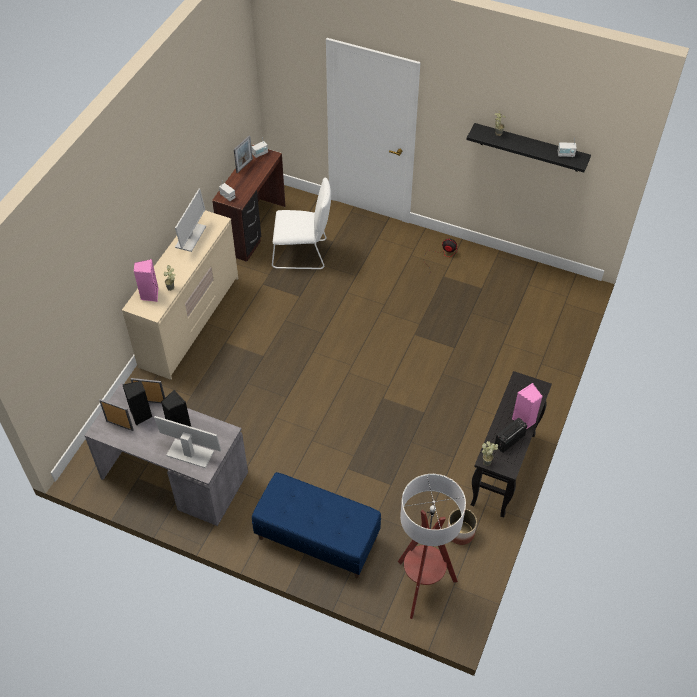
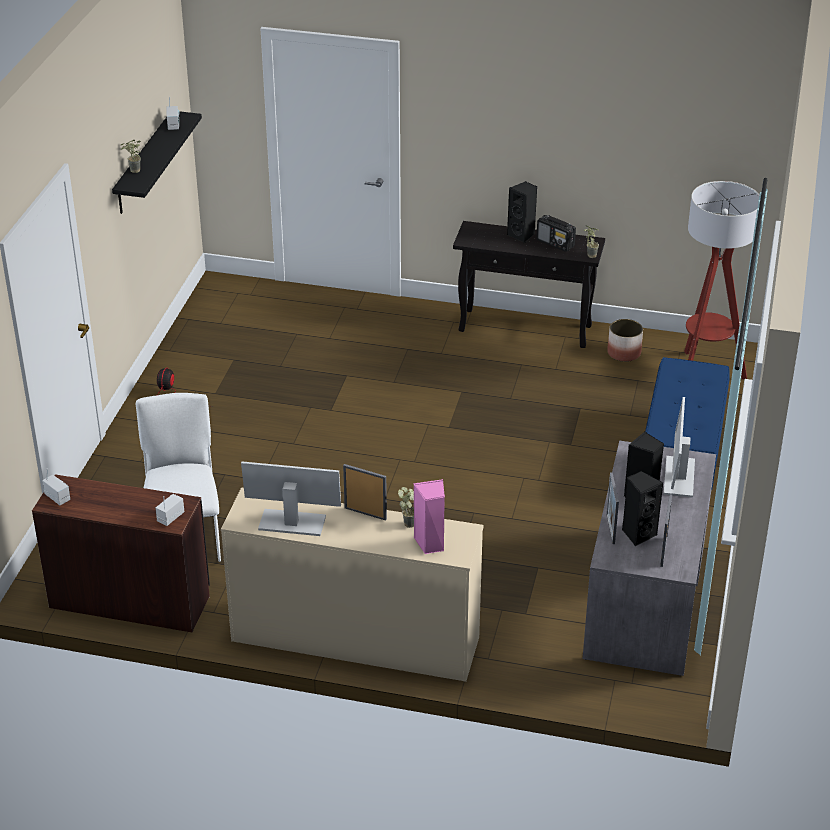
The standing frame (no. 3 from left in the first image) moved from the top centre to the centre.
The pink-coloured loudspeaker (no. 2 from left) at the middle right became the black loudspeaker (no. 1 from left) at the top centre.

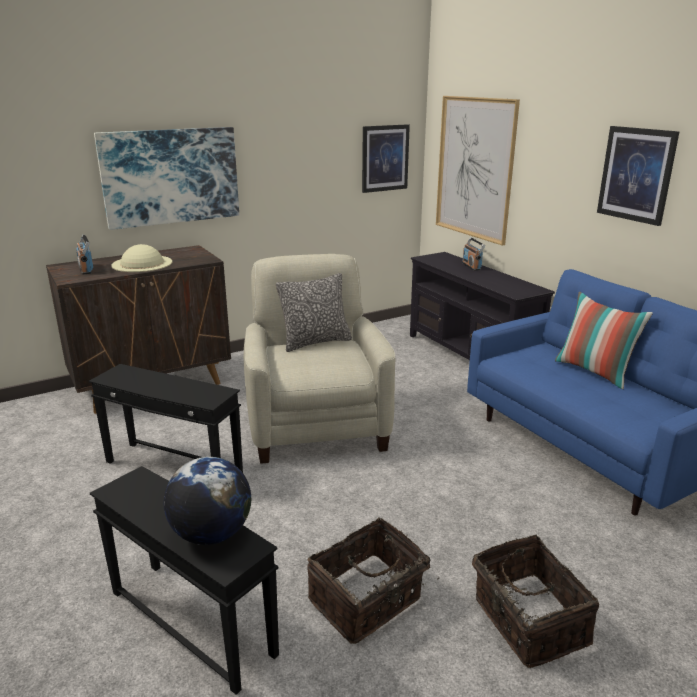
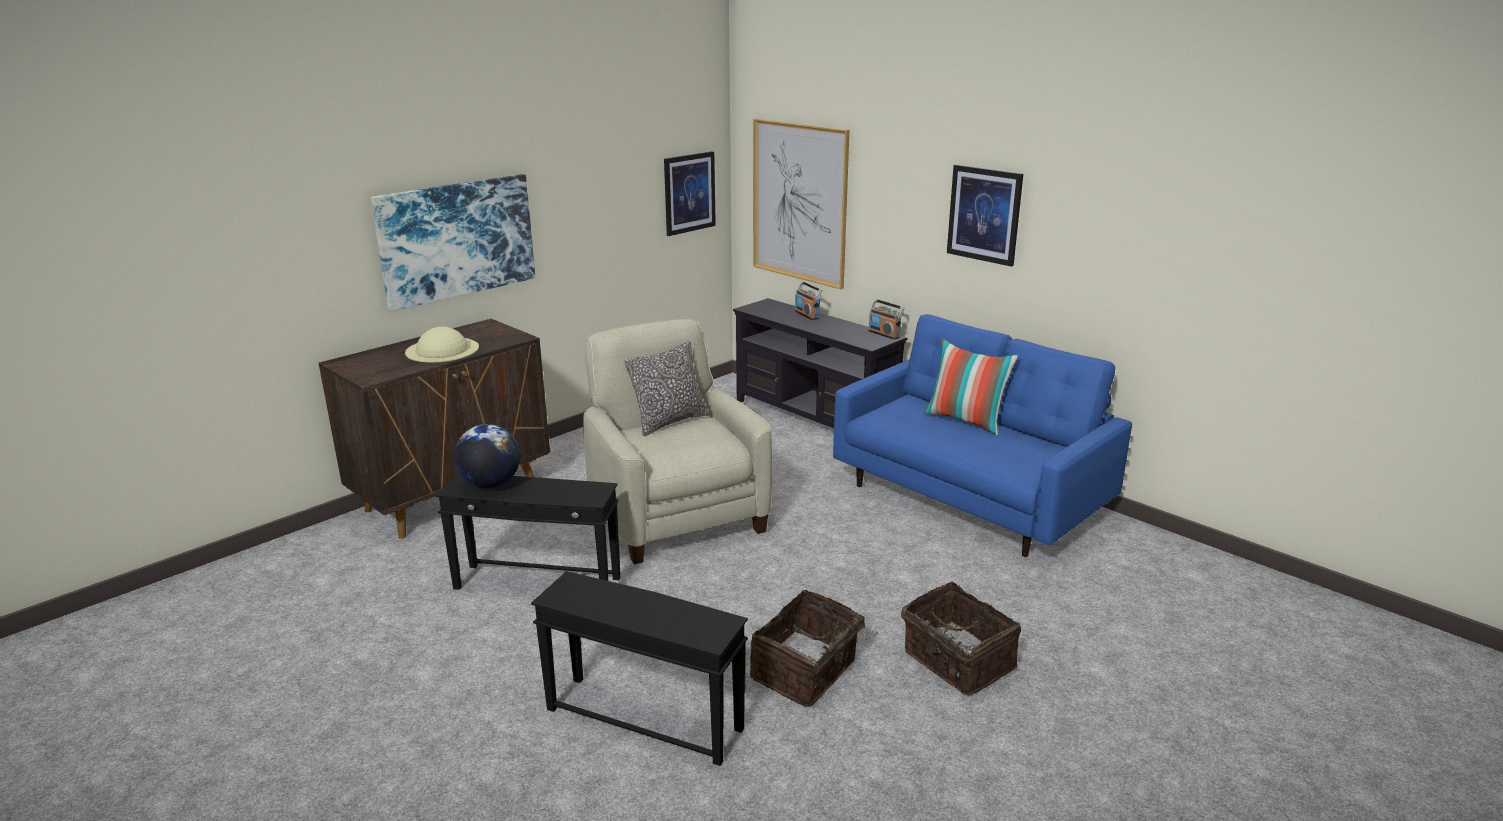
The desk globe moved from the bottom left to the middle left.
The radio (no. 1 from left in the first image) moved from the middle left to the centre.

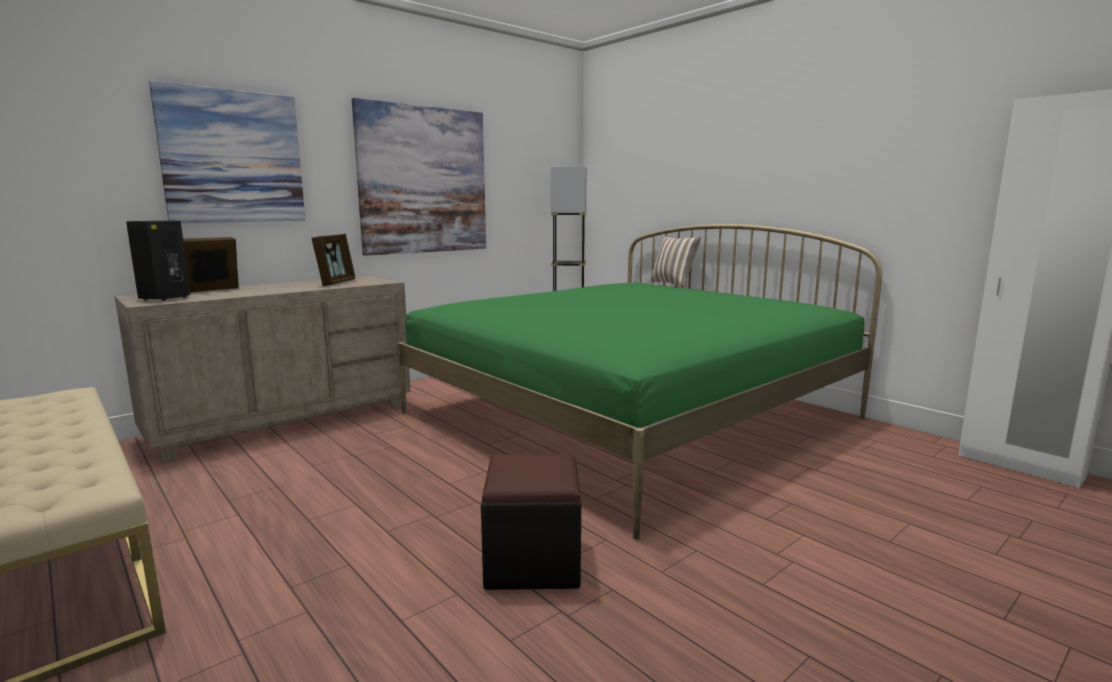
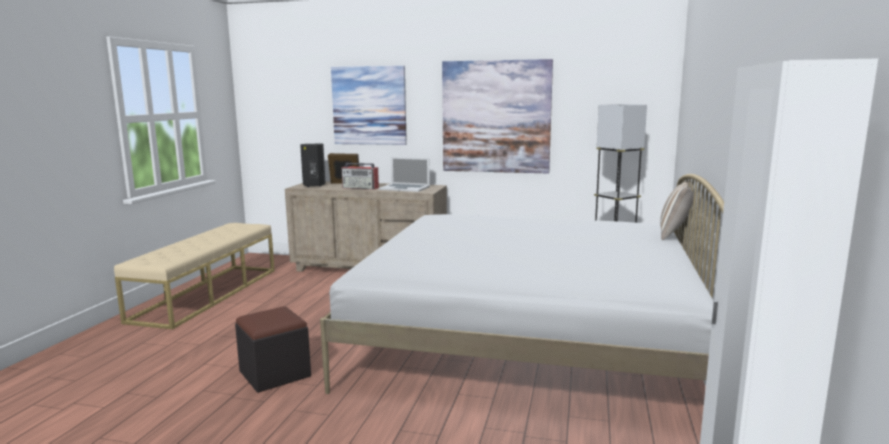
The green bed at the centre became the whitish bed at the centre.
The radio at the centre appeared.
The standing frame (no. 2 from left) at the middle left was replaced by the laptop at the centre.

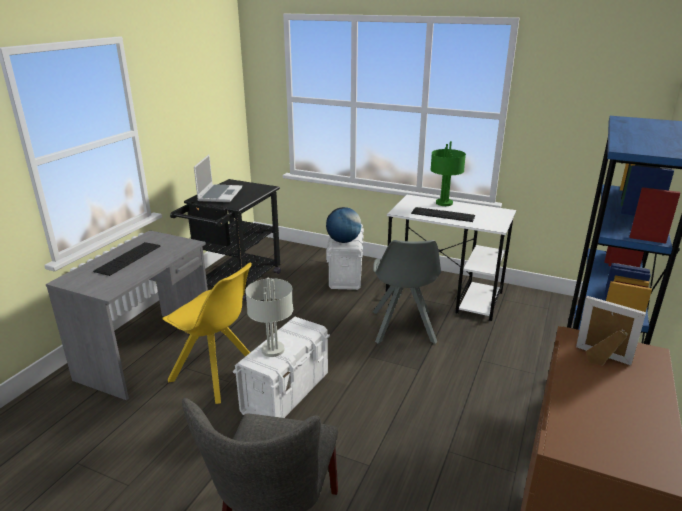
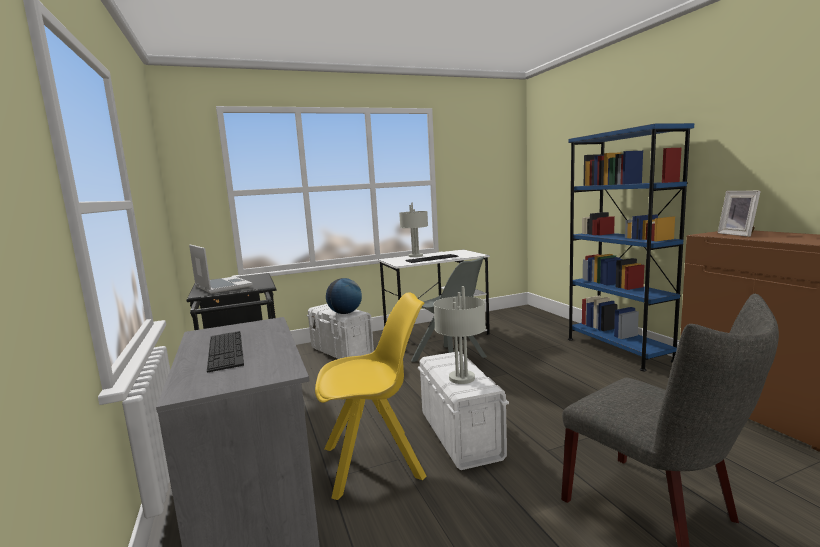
The green tabletop lamp at the centre became the gray tabletop lamp (no. 1 from left) at the centre.
The standing frame at the middle right turned 90 degrees counterclockwise.

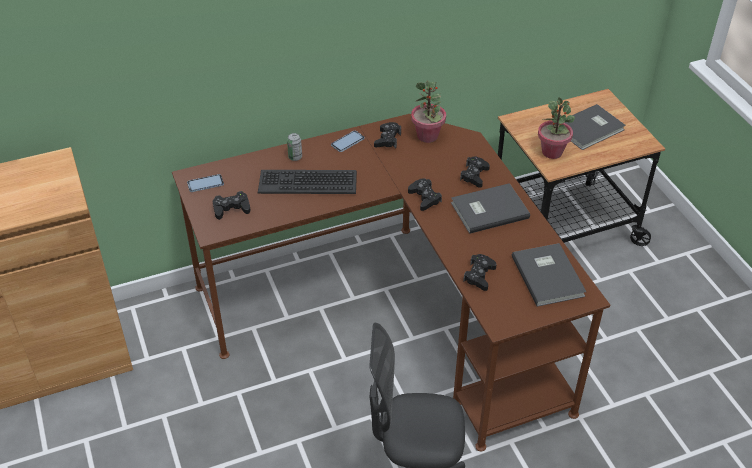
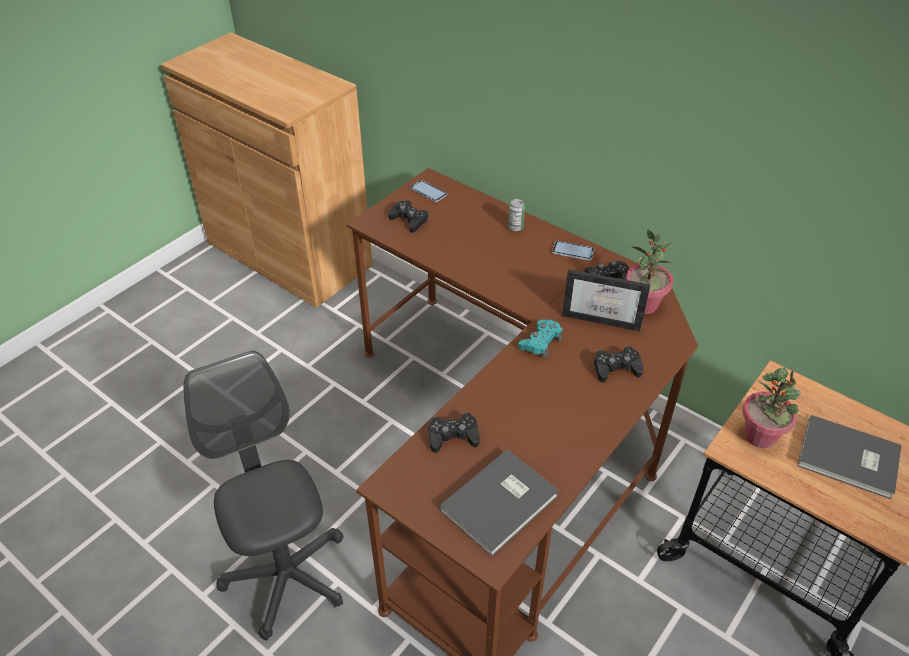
The black joypad (no. 3 from left) at the centre became the turquoise-coloured joypad at the centre.
The standing frame at the middle right appeared.
The PC keyboard at the centre disappeared.
The gray bound book (no. 1 from left) at the centre disappeared.

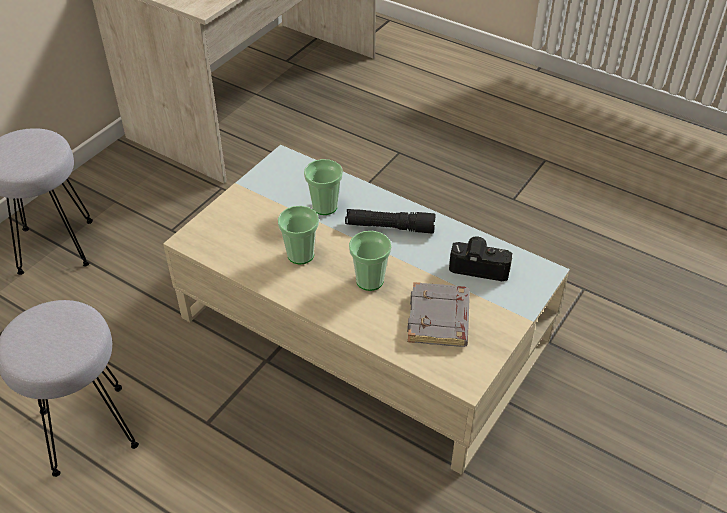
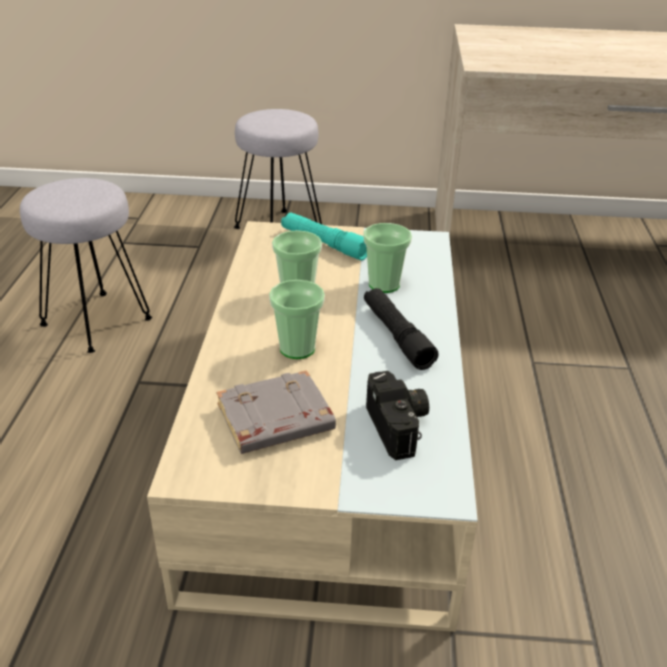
The turquoise-coloured torch at the centre appeared.

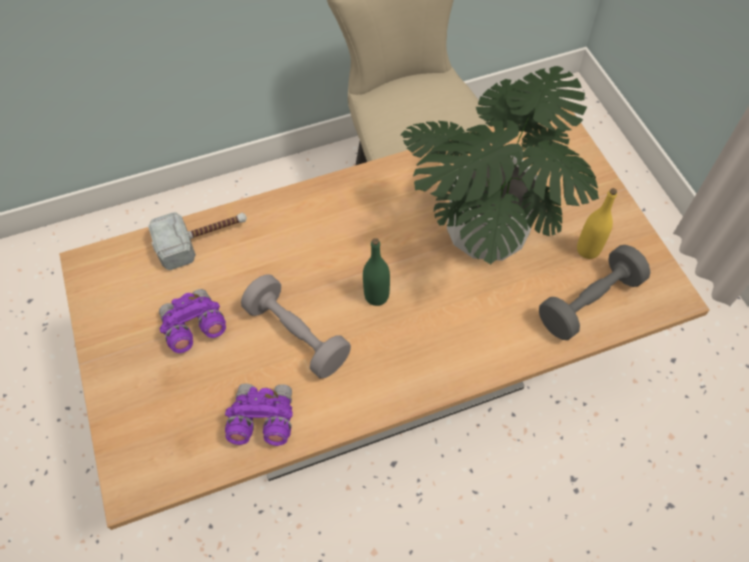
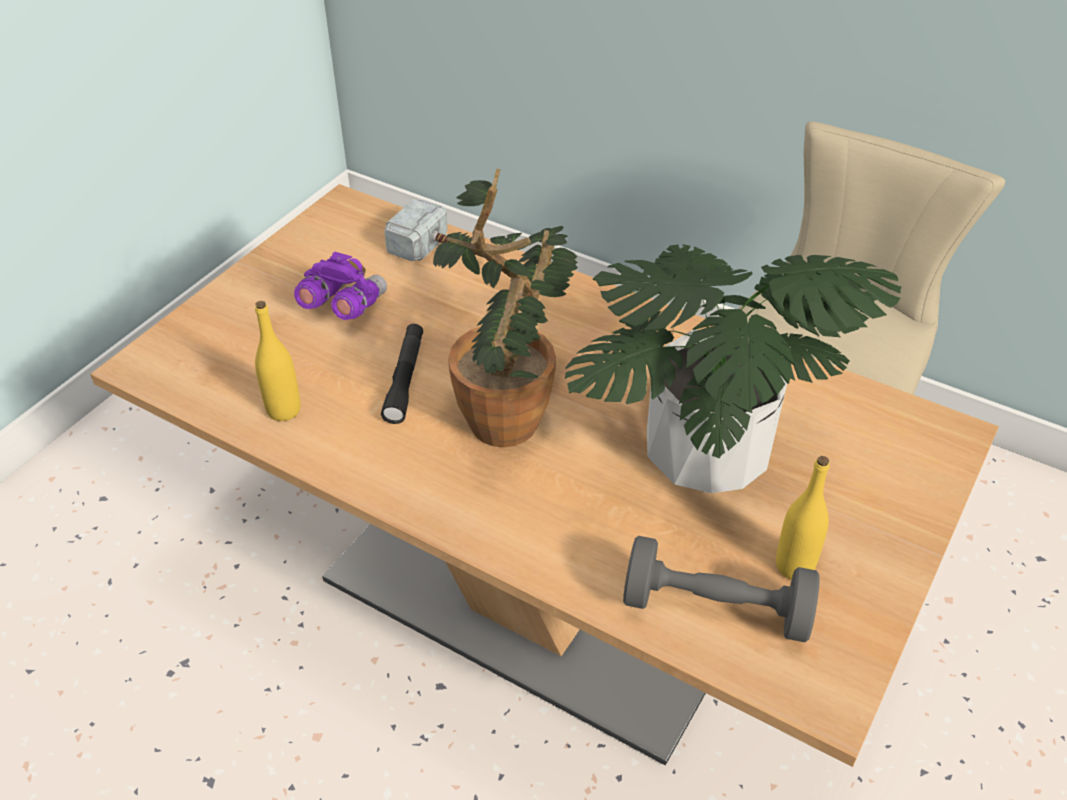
The purple binoculars (no. 2 from left) at the bottom centre was replaced by the yellow drink bottle (no. 1 from left) at the middle left.
The gray free weight (no. 1 from left) at the centre was replaced by the black torch at the centre.
The green drink bottle at the centre was replaced by the potted plant (no. 1 from left) at the centre.

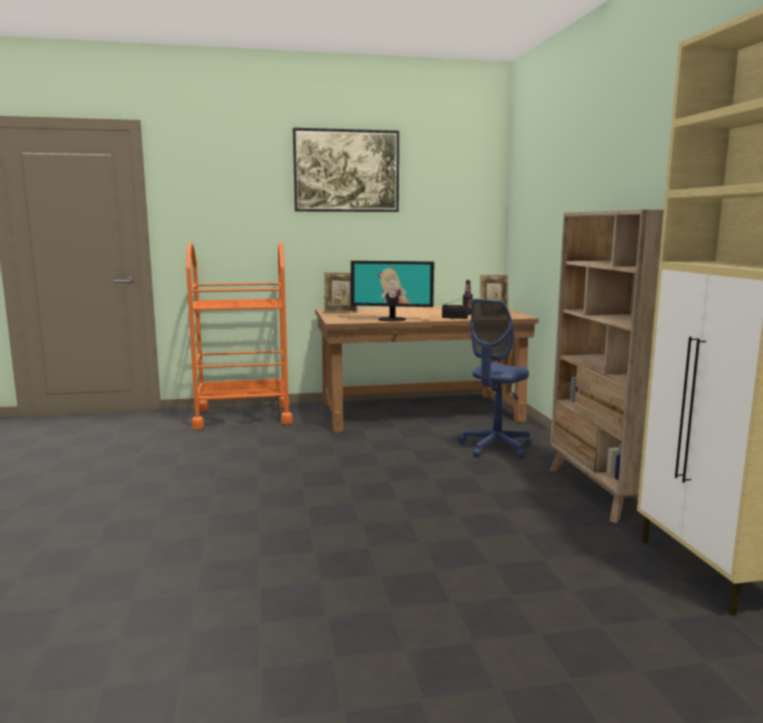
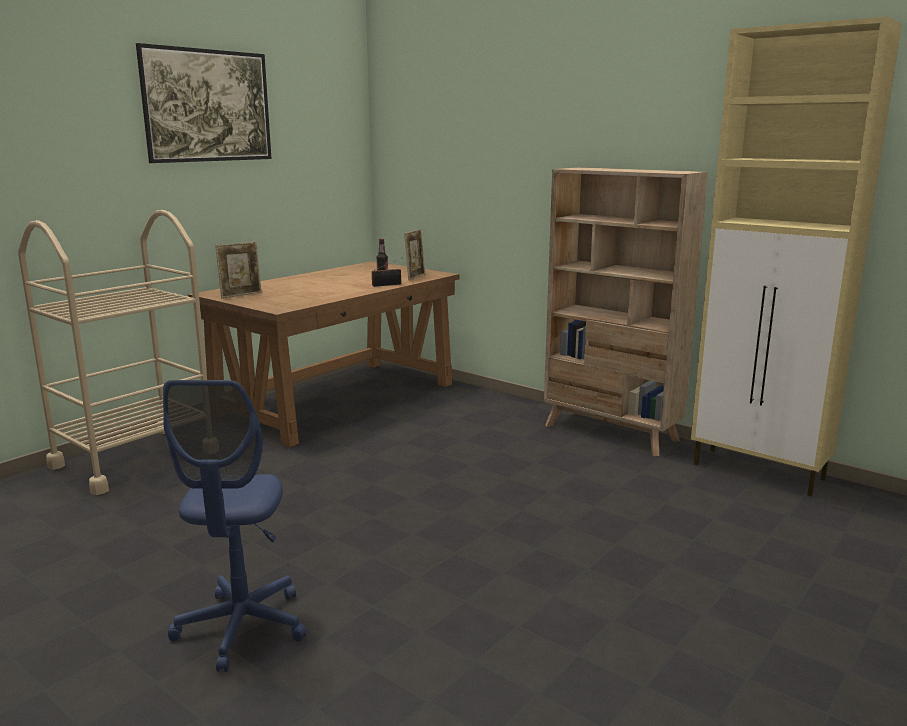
The orange trolley at the middle left became the beige trolley at the middle left.
The bluish computer chair moved from the centre to the bottom left.
The computer display at the centre disappeared.

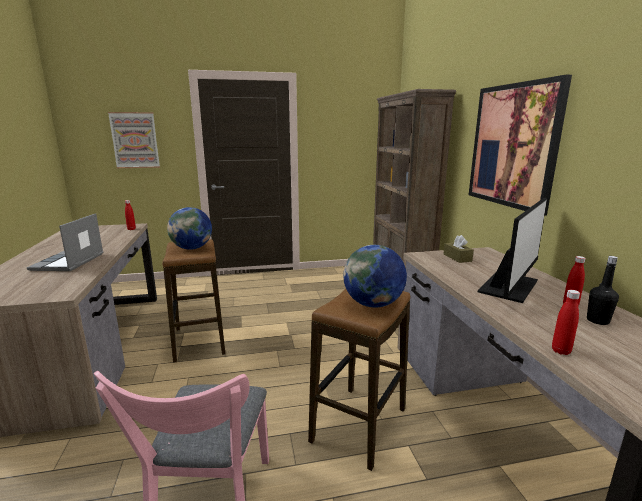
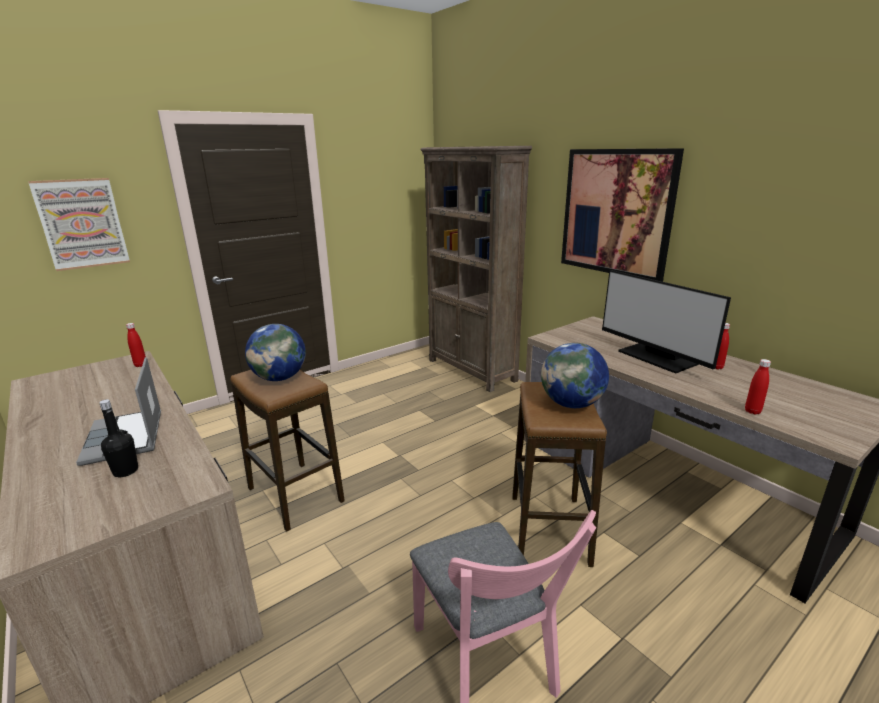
The black drink bottle moved from the middle right to the middle left.
The computer display at the middle right turned 135 degrees clockwise.
The brown box of tissues at the middle right disappeared.

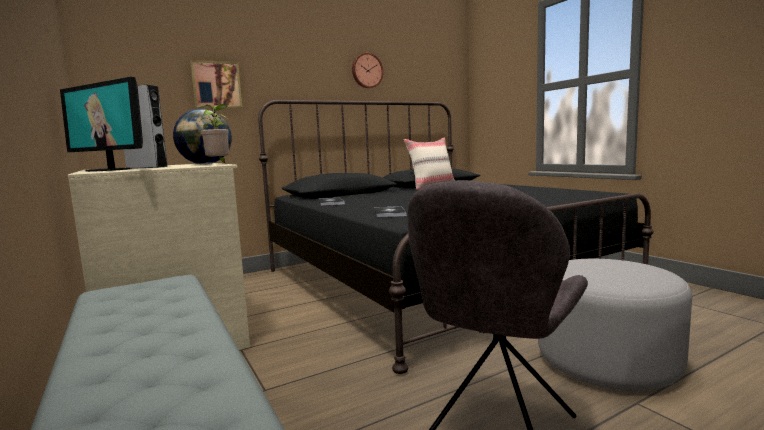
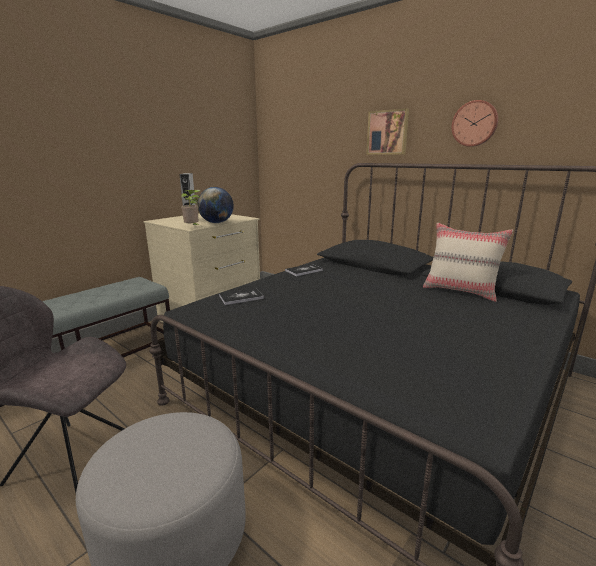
The wall picture moved from the top left to the top centre.
The computer display at the top left disappeared.

